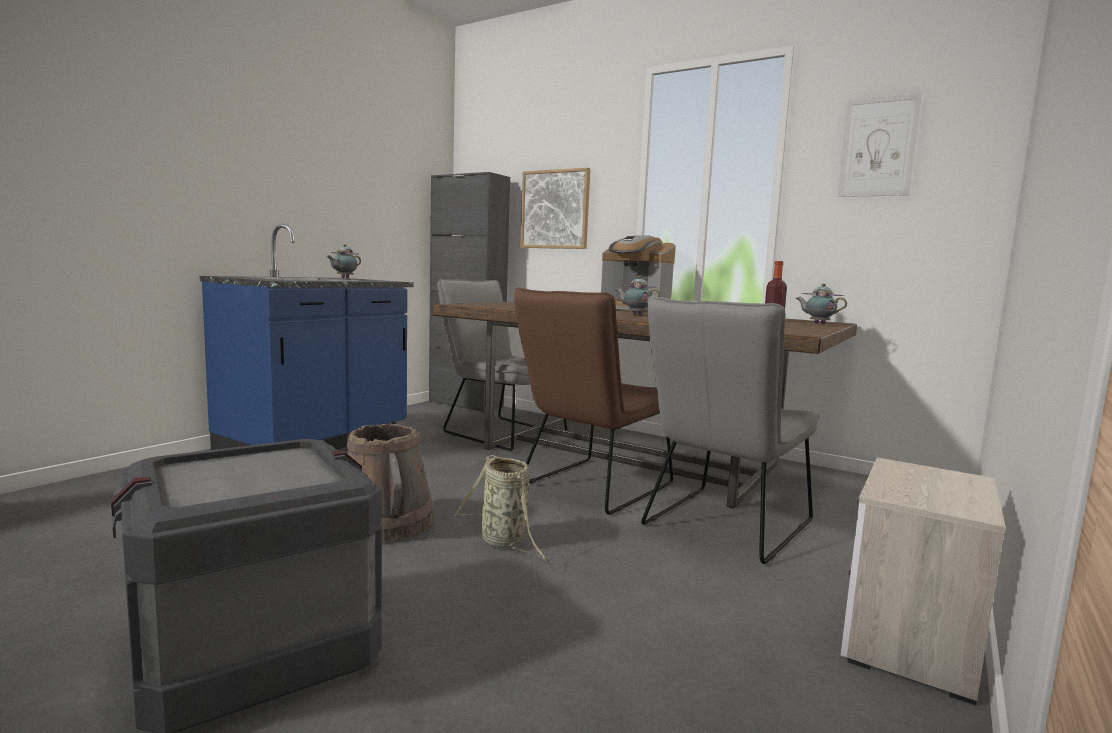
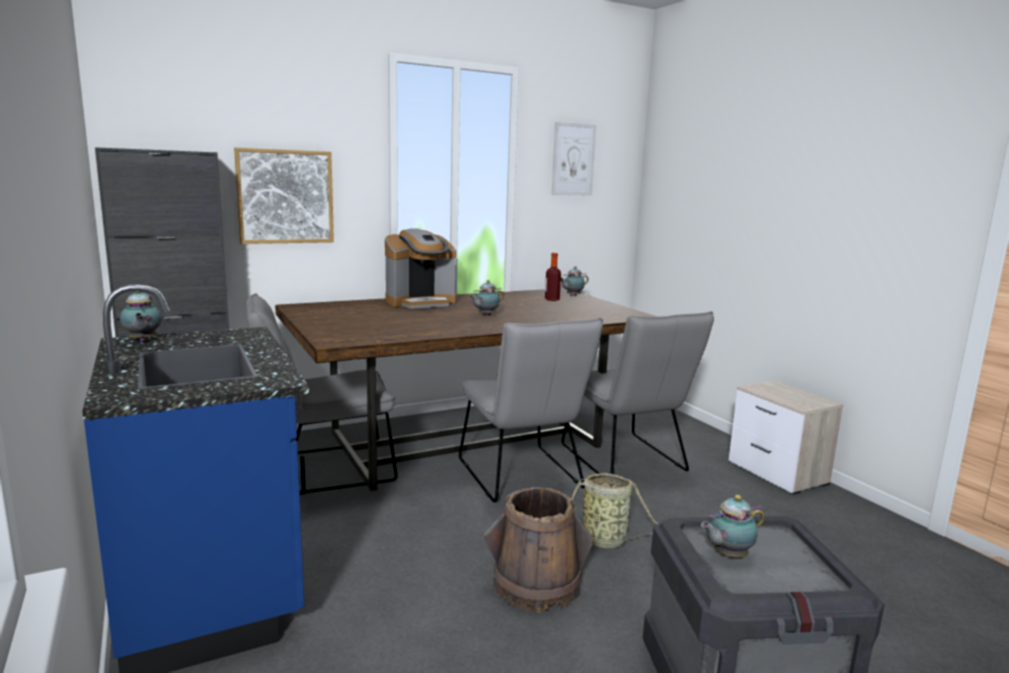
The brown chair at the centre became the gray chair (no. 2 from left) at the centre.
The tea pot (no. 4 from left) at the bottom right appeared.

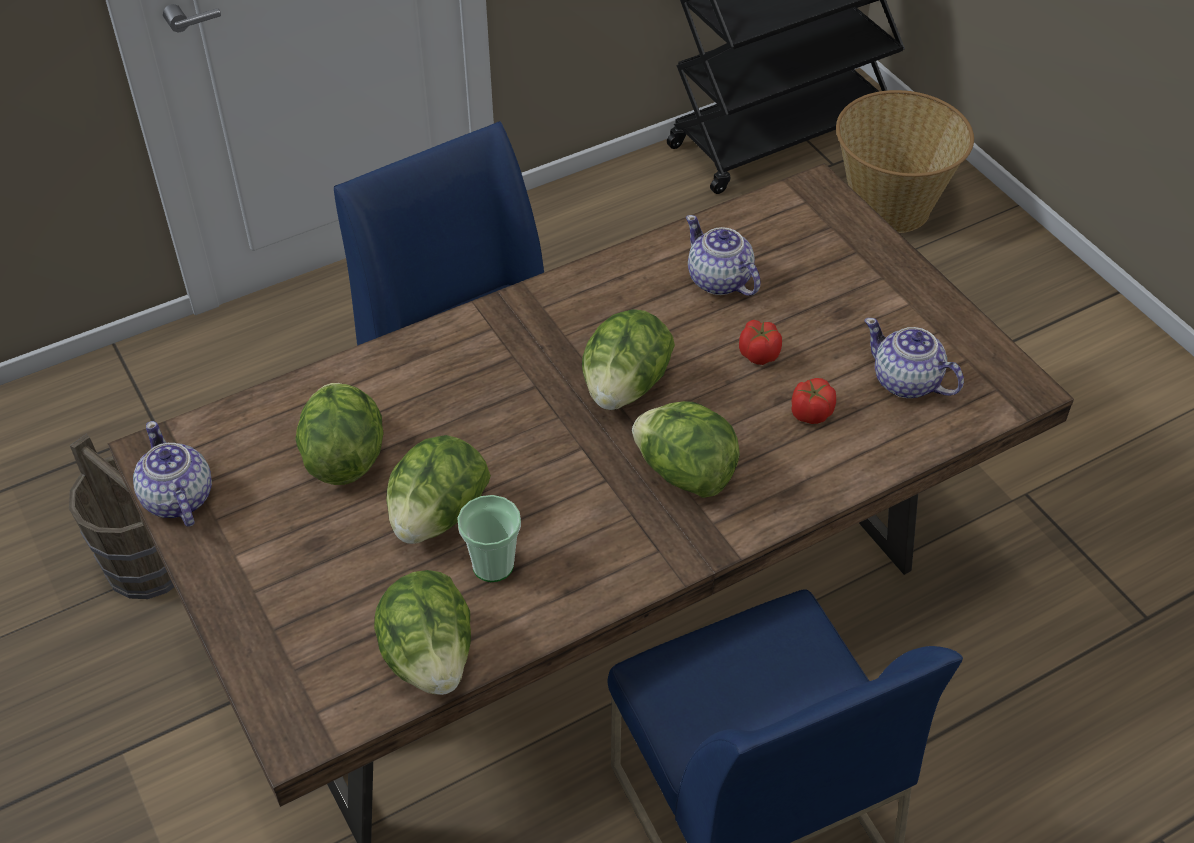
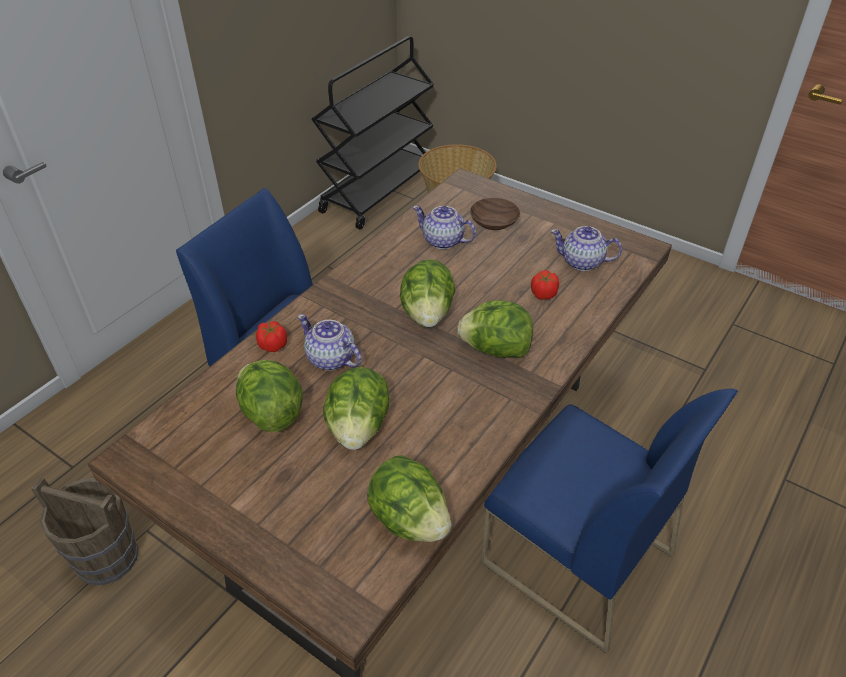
The tomato (no. 1 from left) moved from the centre to the middle left.
The tea pot (no. 1 from left) moved from the middle left to the centre.
The brown serving bowl at the top centre appeared.
The small cup at the centre disappeared.

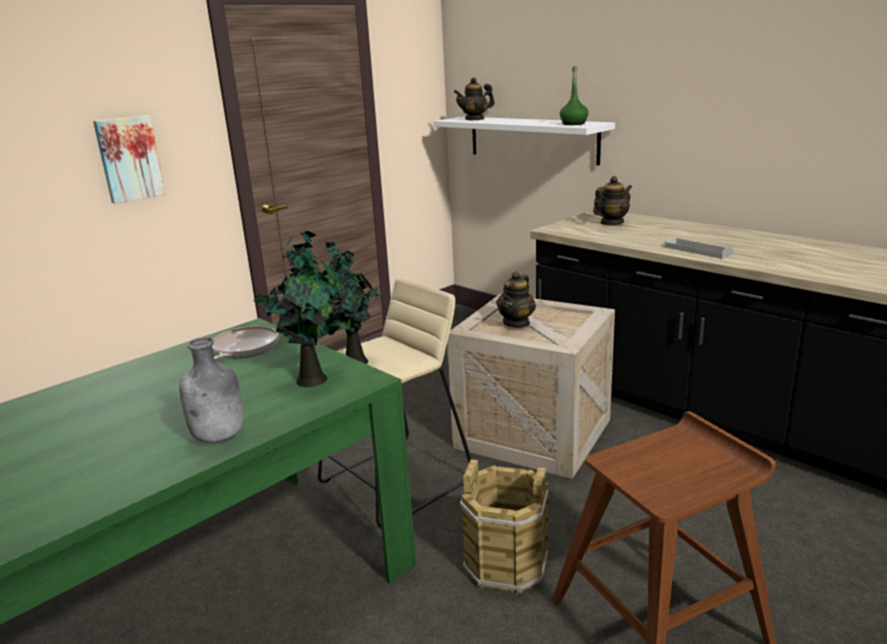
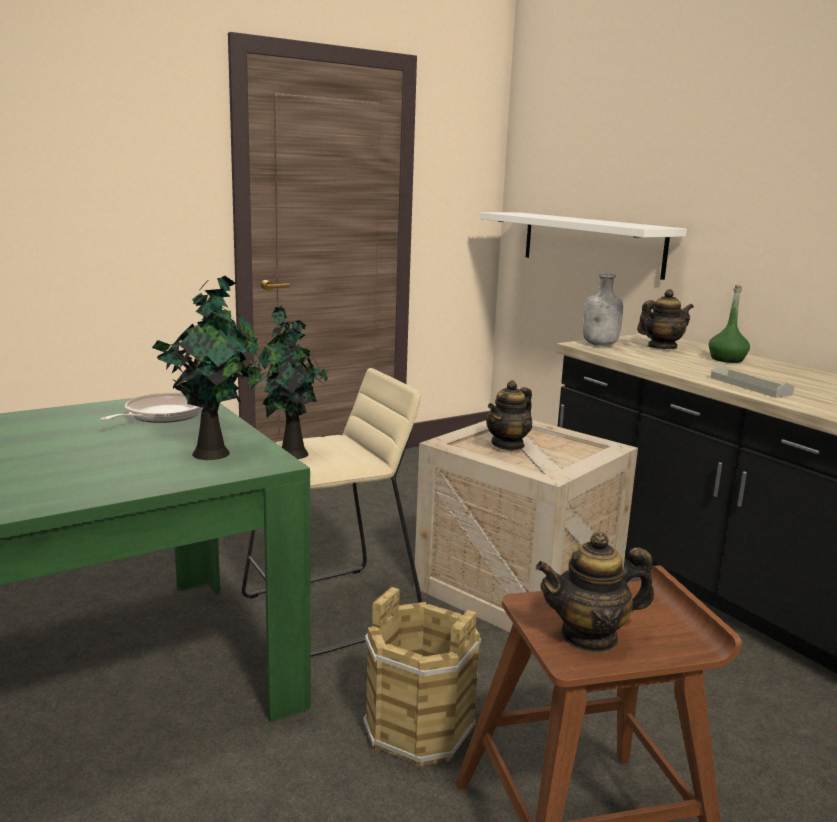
The tea pot (no. 1 from left in the first image) moved from the top centre to the bottom right.
The gray drink bottle moved from the middle left to the middle right.
The green drink bottle moved from the top centre to the middle right.
The wall picture at the top left disappeared.

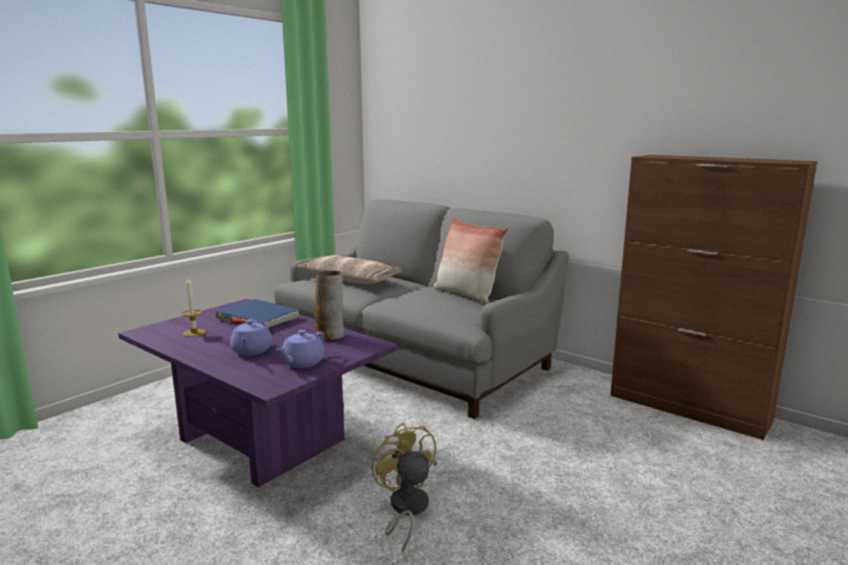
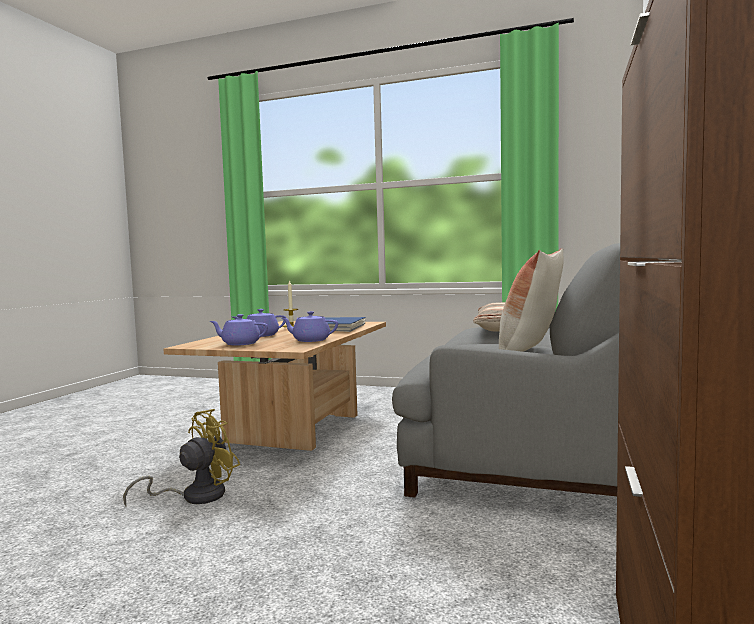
The purple low table at the bottom left became the beige low table at the centre.
The flower vase at the centre was replaced by the purple tea pot (no. 3 from left) at the centre.

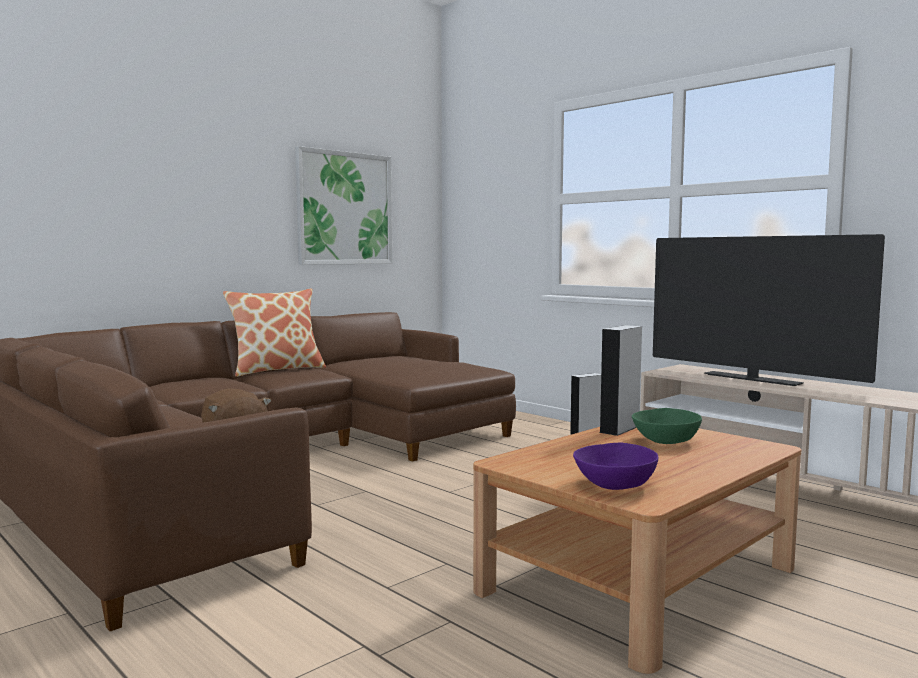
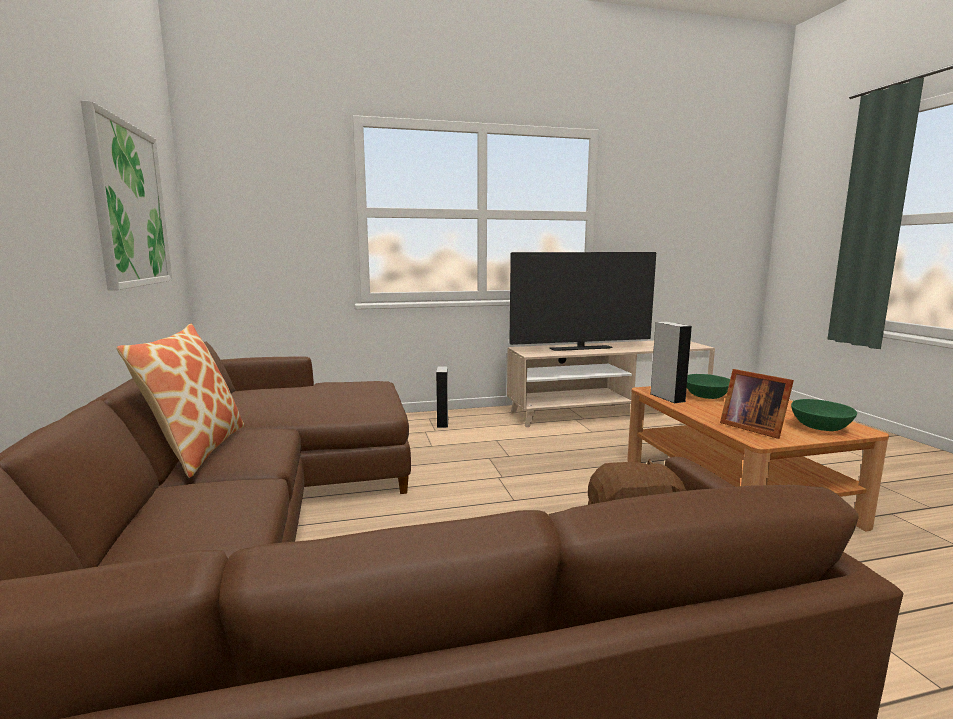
The standing frame at the middle right appeared.
The purple serving bowl at the bottom right became the green serving bowl (no. 2 from left) at the middle right.

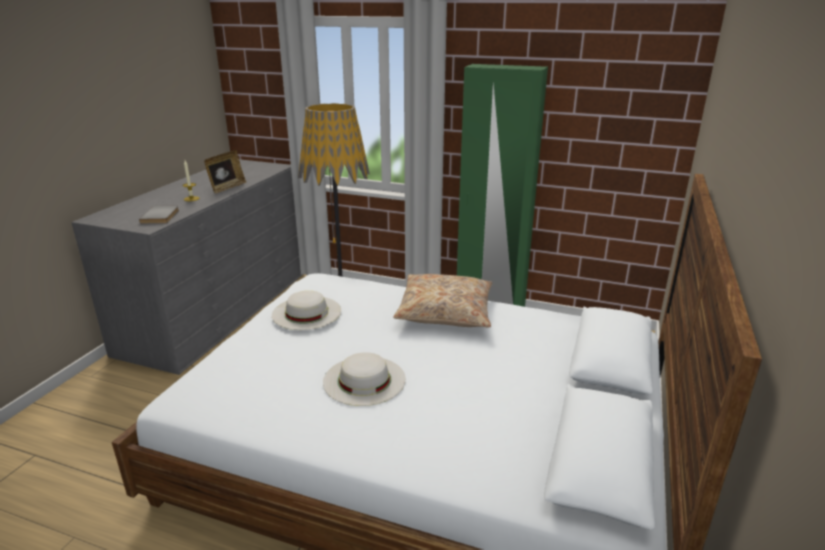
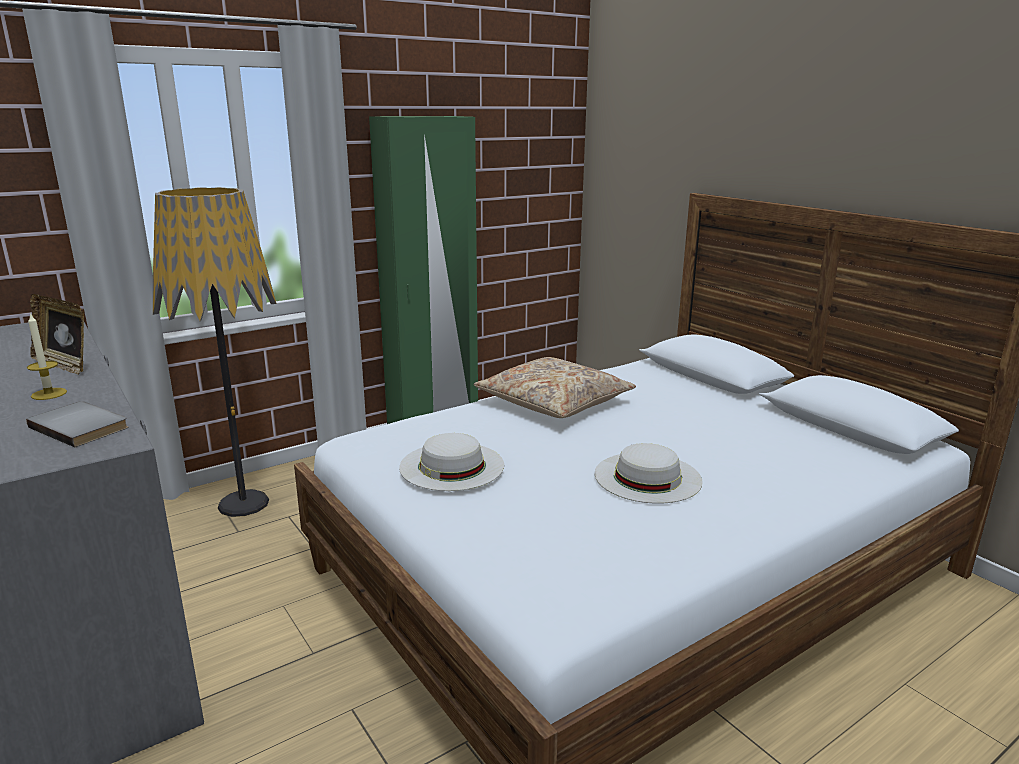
The standing frame at the top left turned 150 degrees clockwise.

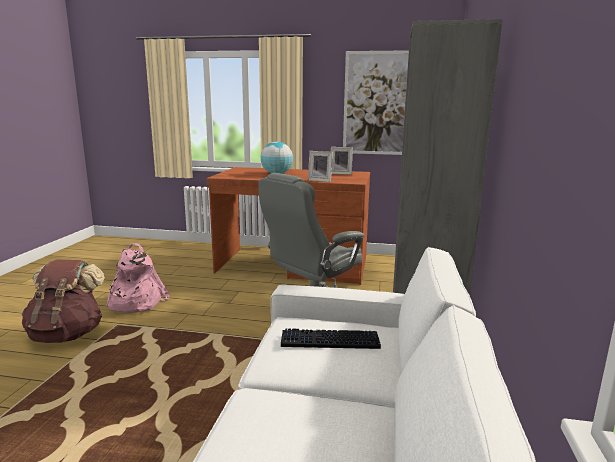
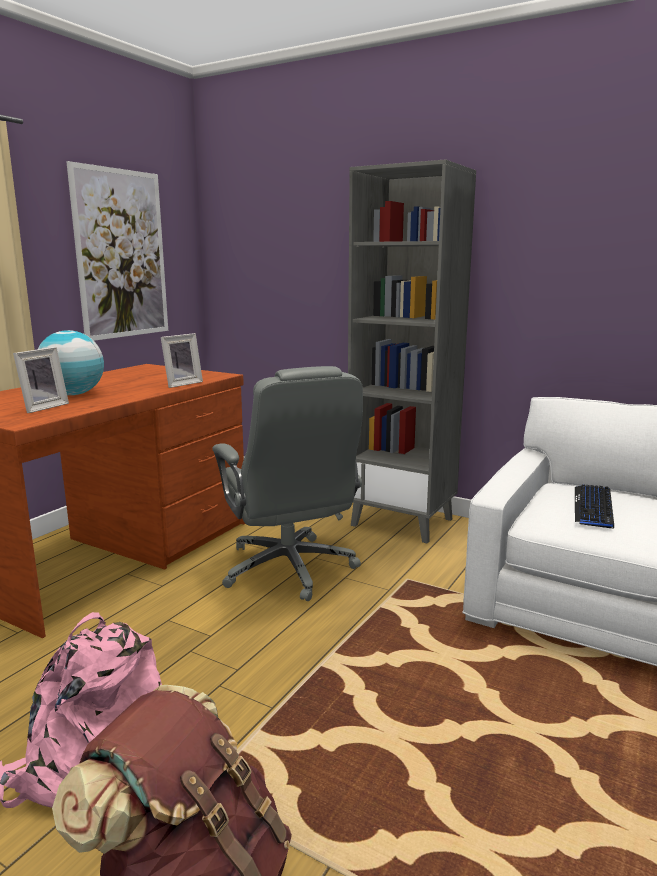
The standing frame (no. 2 from left in the first image) moved from the centre to the middle left.

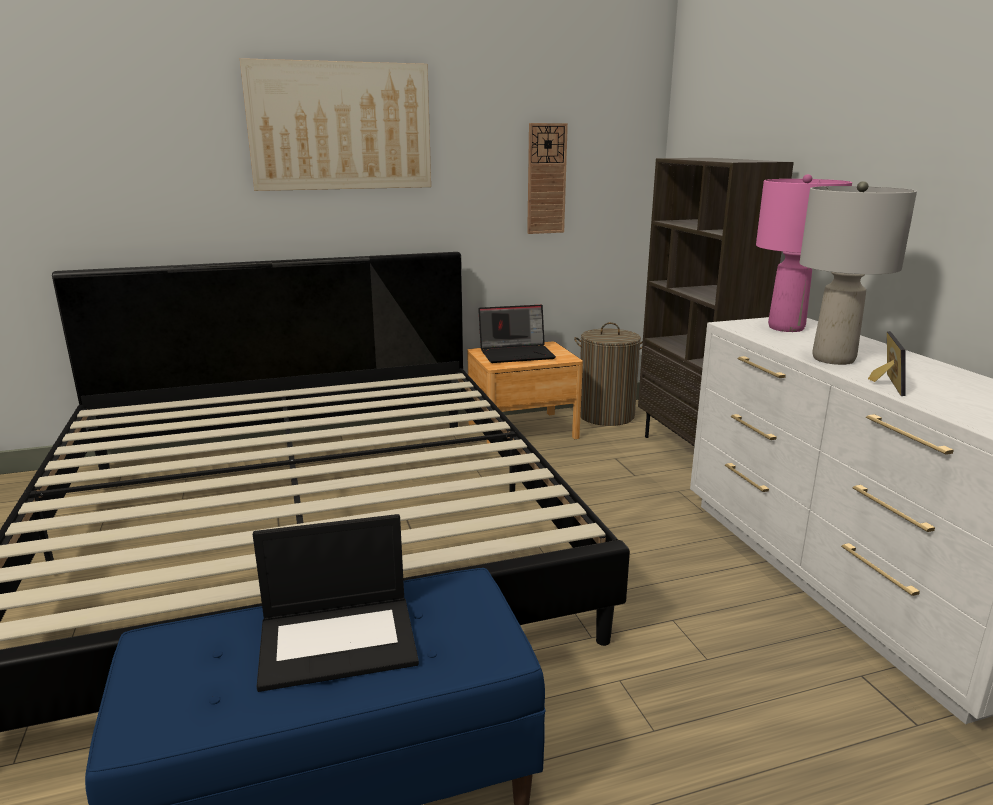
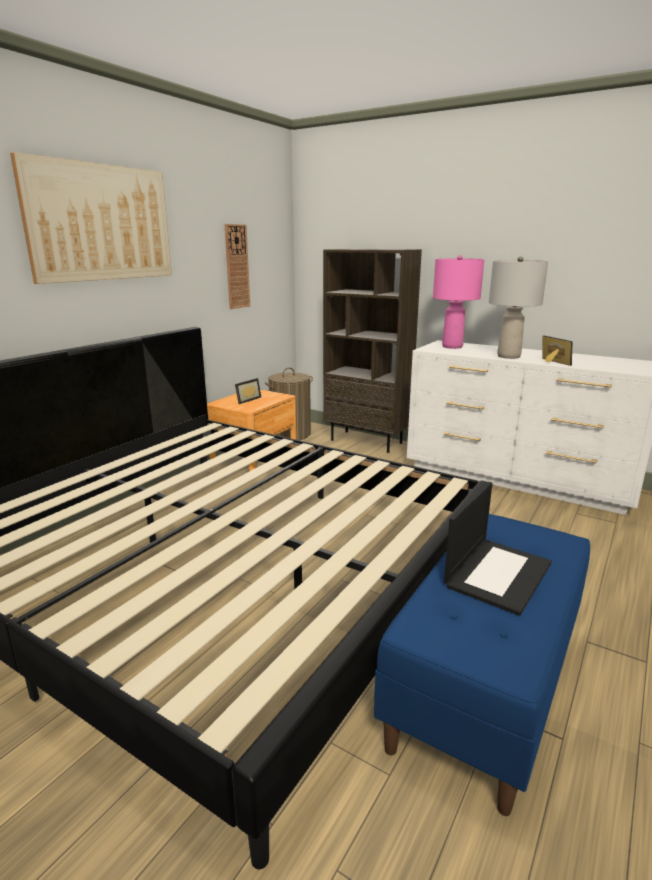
The laptop (no. 2 from left) at the centre was replaced by the standing frame (no. 1 from left) at the centre.

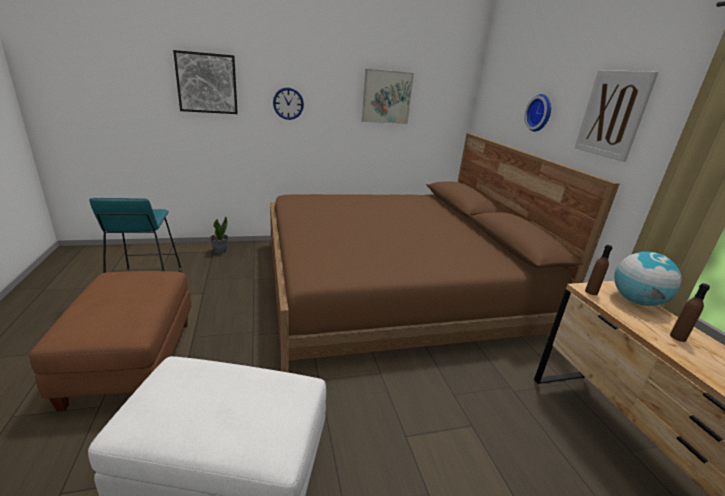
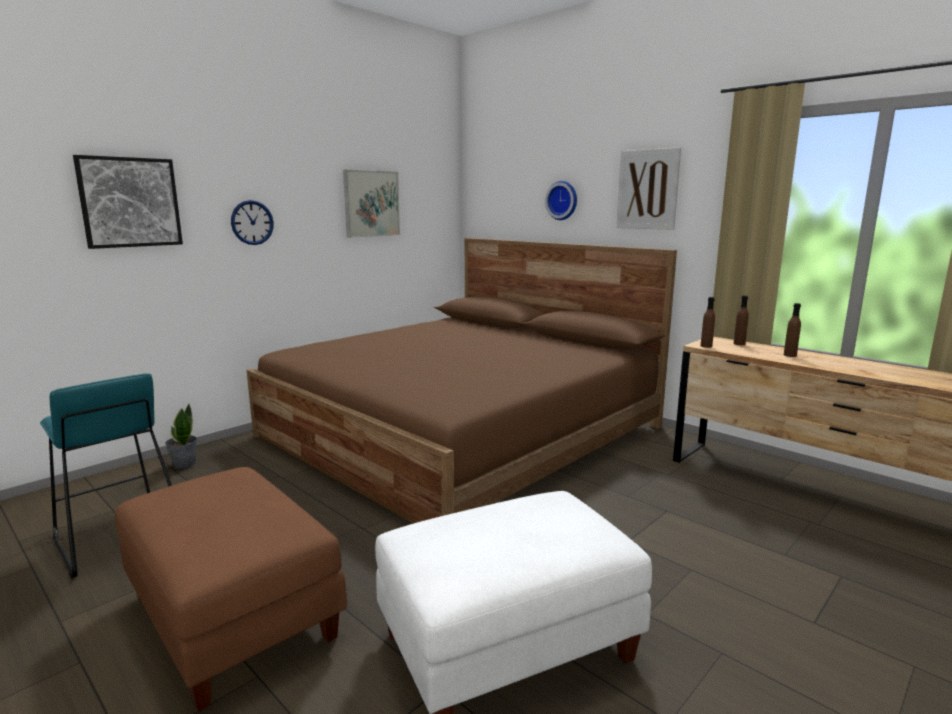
The desk globe at the middle right was replaced by the brown drink bottle (no. 2 from left) at the middle right.

